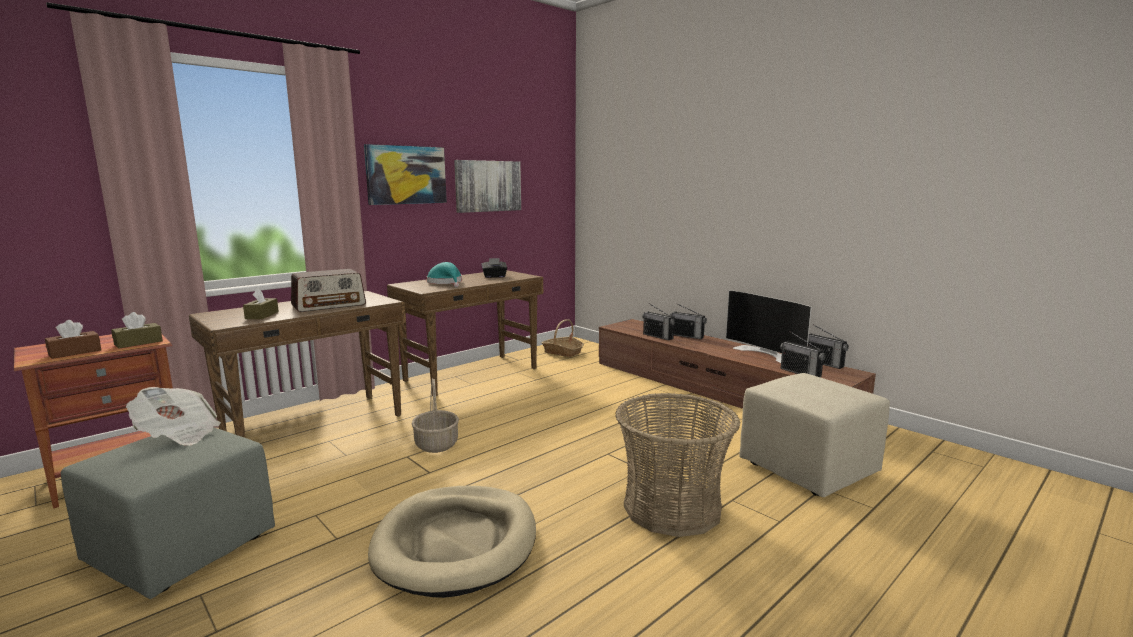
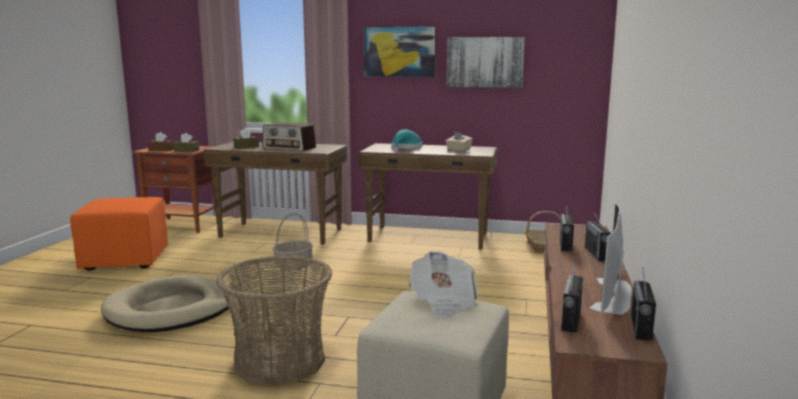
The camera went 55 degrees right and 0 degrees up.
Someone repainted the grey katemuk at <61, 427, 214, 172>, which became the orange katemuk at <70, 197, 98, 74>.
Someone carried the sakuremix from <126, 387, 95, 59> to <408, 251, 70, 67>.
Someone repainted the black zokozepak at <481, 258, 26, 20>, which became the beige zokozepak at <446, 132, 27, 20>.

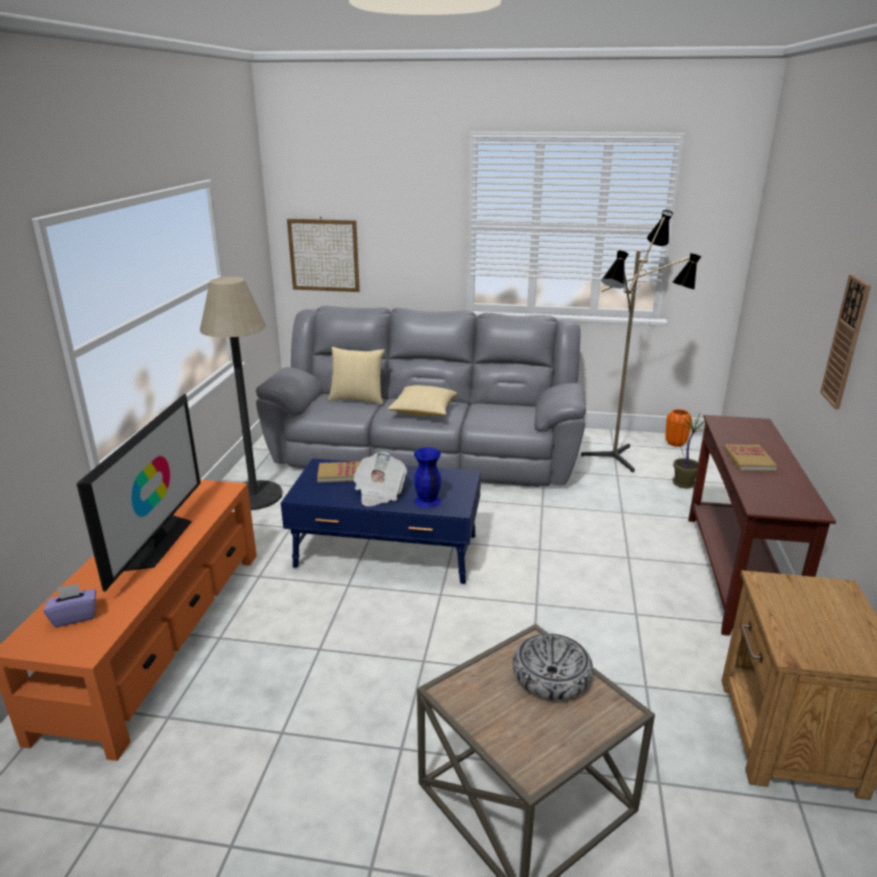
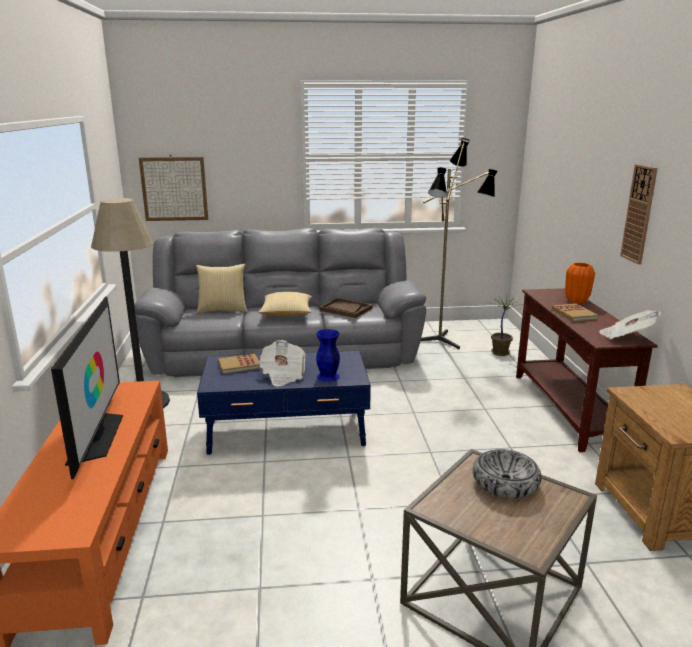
The camera went 15 degrees left and 5 degrees down.
Someone took away the purple zokozepak at <44, 583, 52, 44>.
Someone carried the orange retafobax from <665, 409, 27, 38> to <565, 262, 30, 42>.
Someone put down the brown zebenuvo at <319, 298, 53, 20>.
Someone put down the sakuremix at <599, 310, 63, 29>.

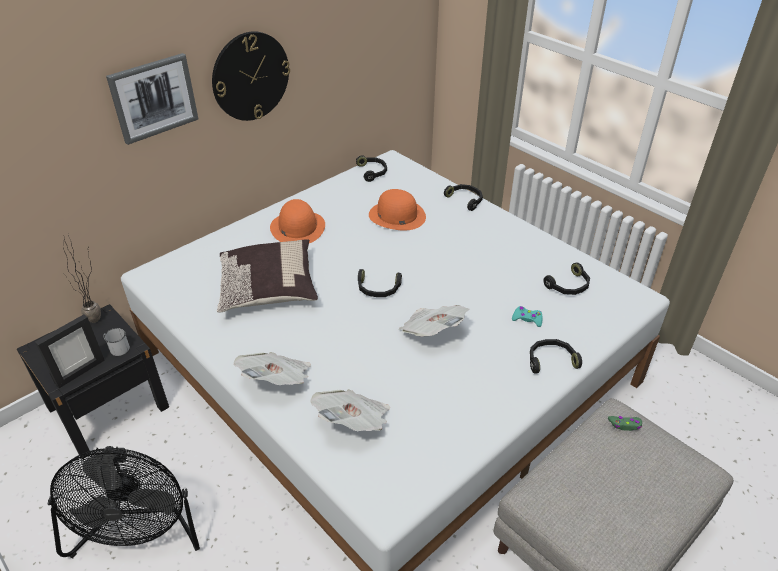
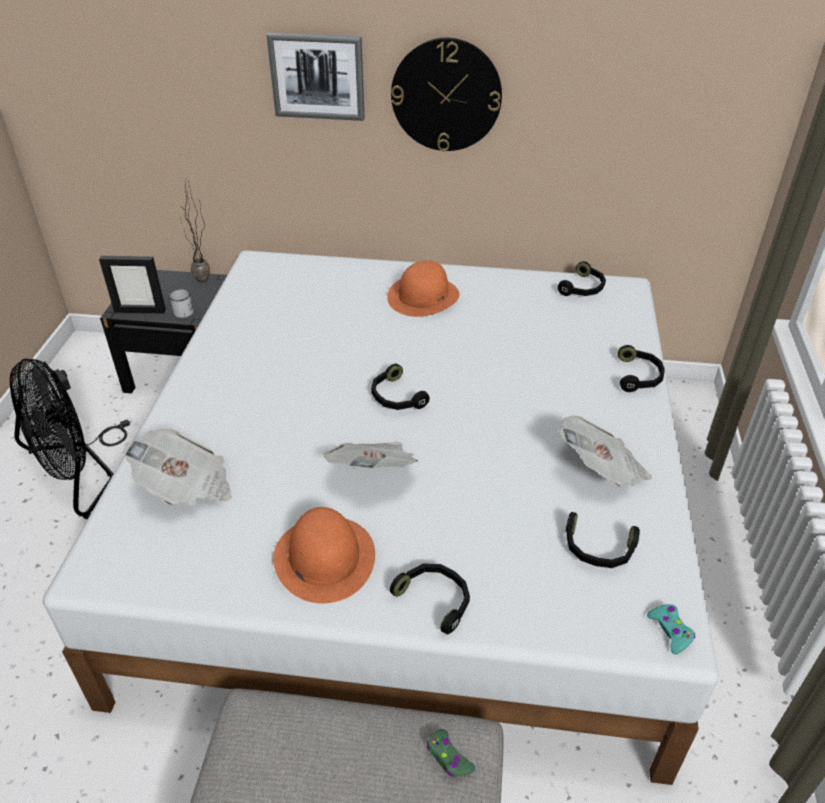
The camera went 50 degrees right and 0 degrees up.
Someone took away the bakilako at <217, 240, 101, 73>.
Someone carried the sakuremix from <234, 352, 77, 33> to <559, 416, 93, 70>.
Someone carried the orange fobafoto from <369, 189, 57, 41> to <273, 507, 102, 96>.
Someone carried the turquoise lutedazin from <512, 306, 31, 21> to <647, 604, 48, 51>.

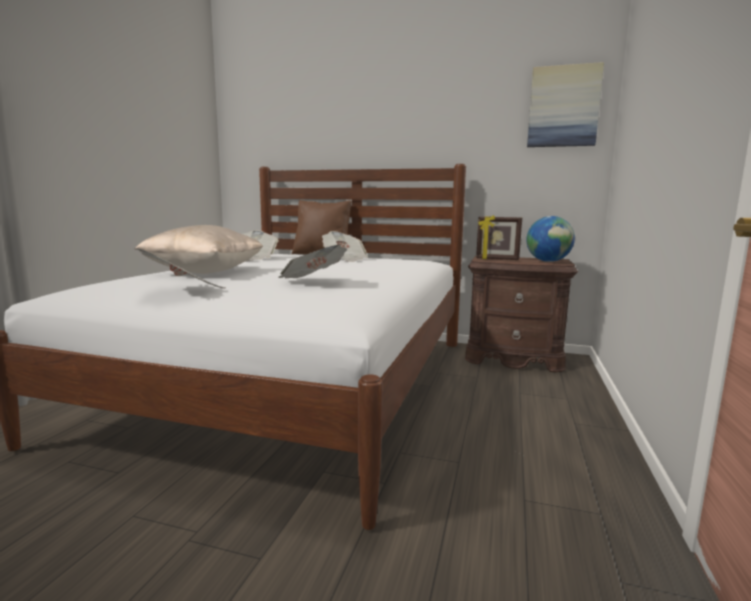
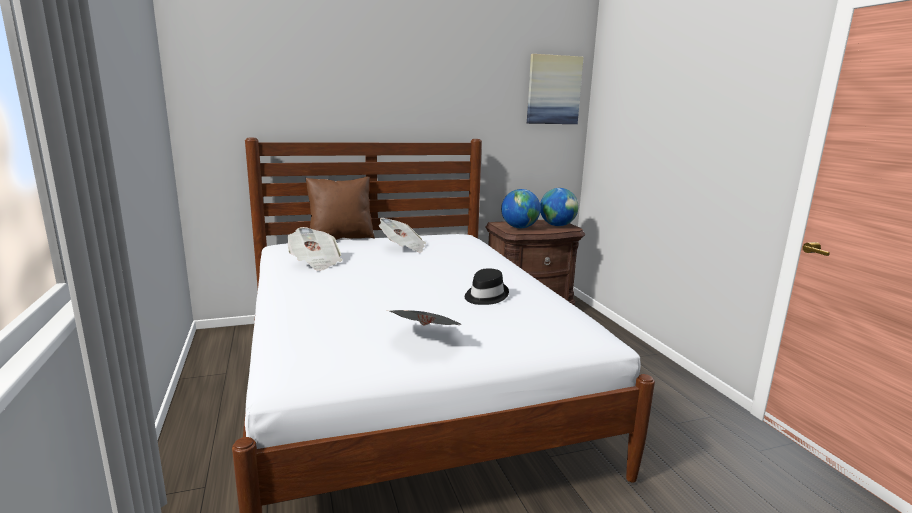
The camera went 35 degrees left and 5 degrees up.
Someone took away the beige bakilako at <135, 225, 128, 49>.
Someone swapped the sakuremix at <278, 245, 69, 33> for the black fobafoto at <465, 268, 44, 37>.
Someone swapped the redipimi at <476, 215, 46, 45> for the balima at <501, 189, 40, 39>.

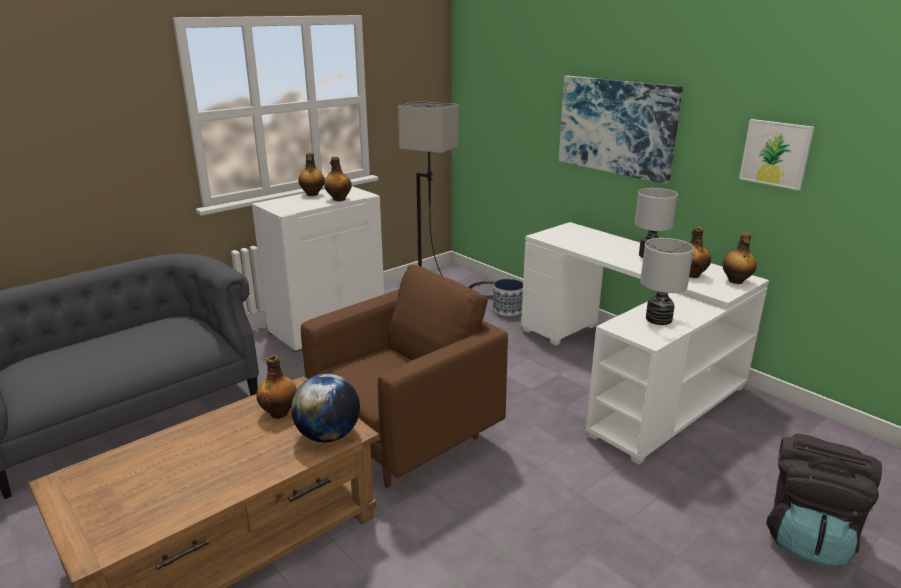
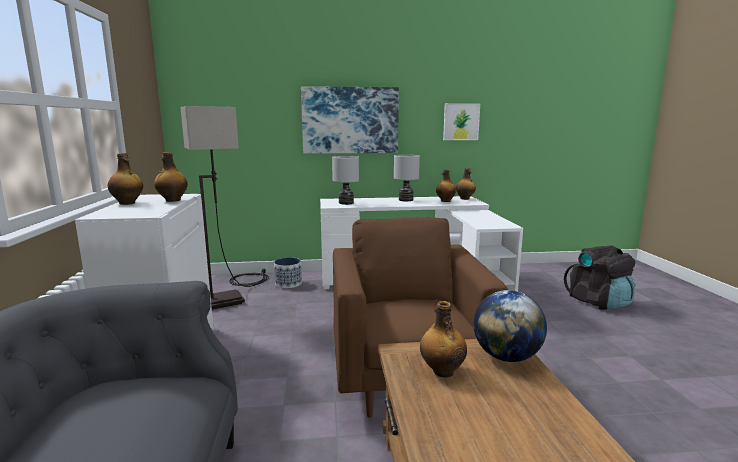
The camera went 55 degrees left and 10 degrees down.
Someone carried the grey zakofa from <640, 238, 54, 87> to <332, 156, 27, 49>.

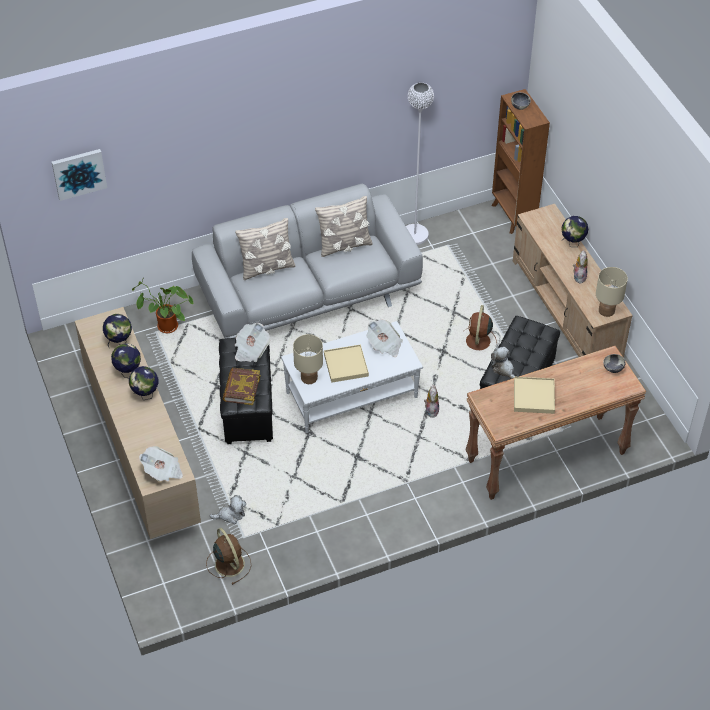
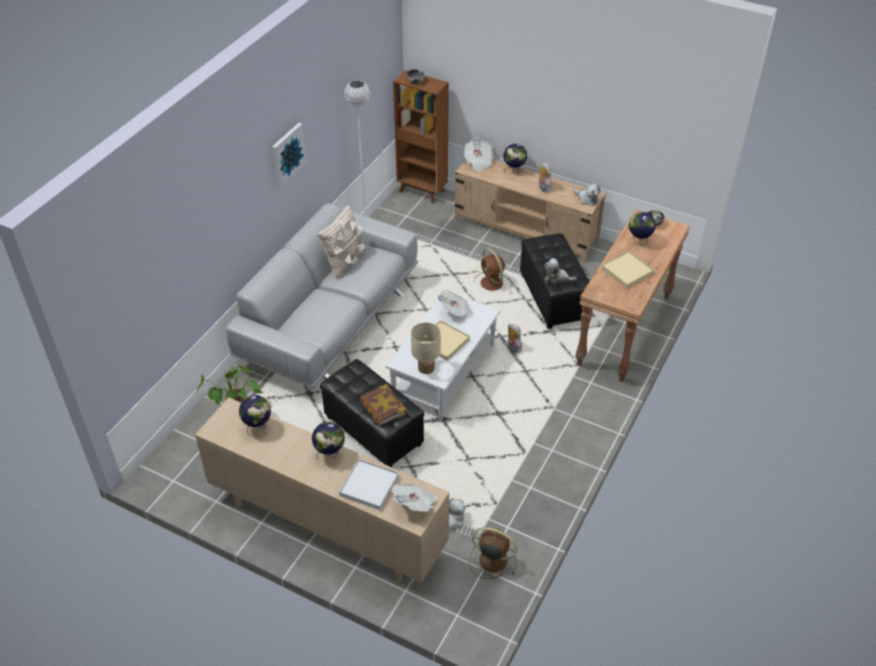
The camera went 40 degrees left and 5 degrees down.
Someone carried the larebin from <52, 149, 55, 52> to <272, 123, 35, 64>.
Someone carried the balima from <111, 344, 30, 34> to <629, 212, 27, 33>.
Someone took away the beige bakilako at <235, 218, 60, 62>.
Someone carried the sakuremix from <235, 323, 35, 39> to <464, 138, 29, 34>.
Someone swapped the beige zakofa at <596, 267, 32, 50> for the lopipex at <574, 184, 27, 22>.
Someone put down the white zebenuvo at <339, 459, 60, 51>.

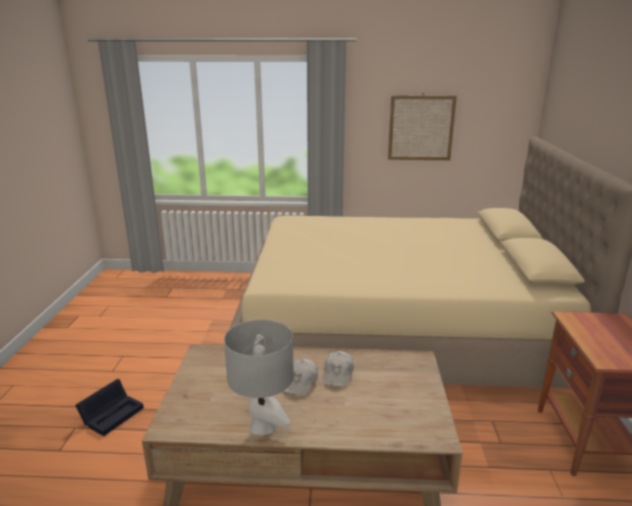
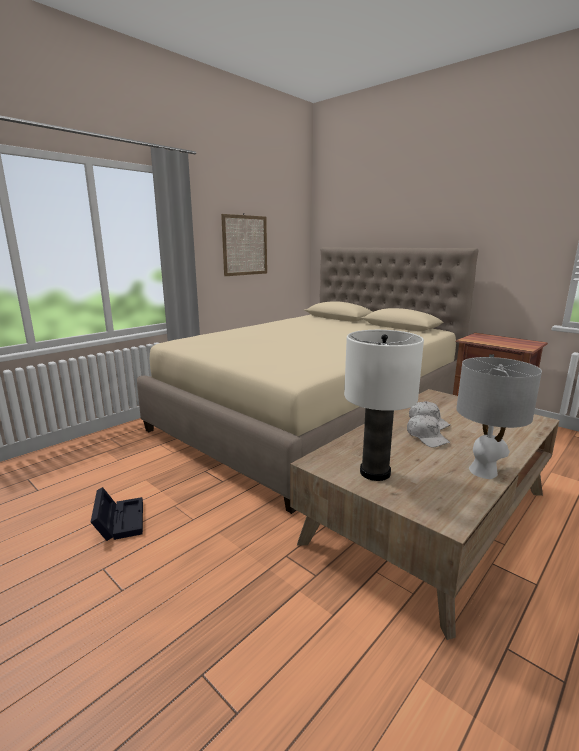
The camera went 50 degrees left and 5 degrees down.
Someone carried the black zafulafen from <75, 379, 69, 57> to <91, 487, 52, 54>.
Someone put down the white zakofa at <344, 330, 80, 151>.

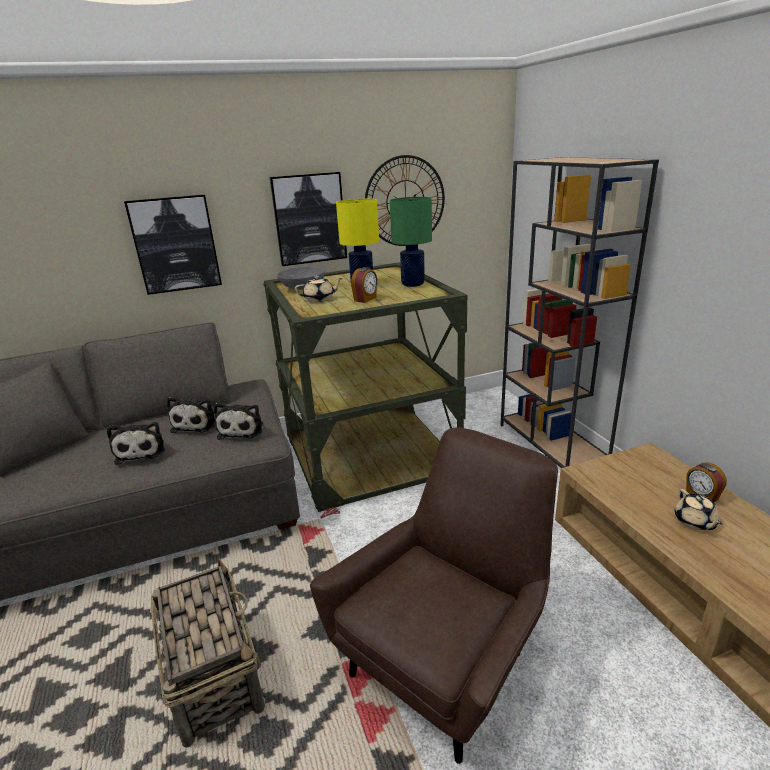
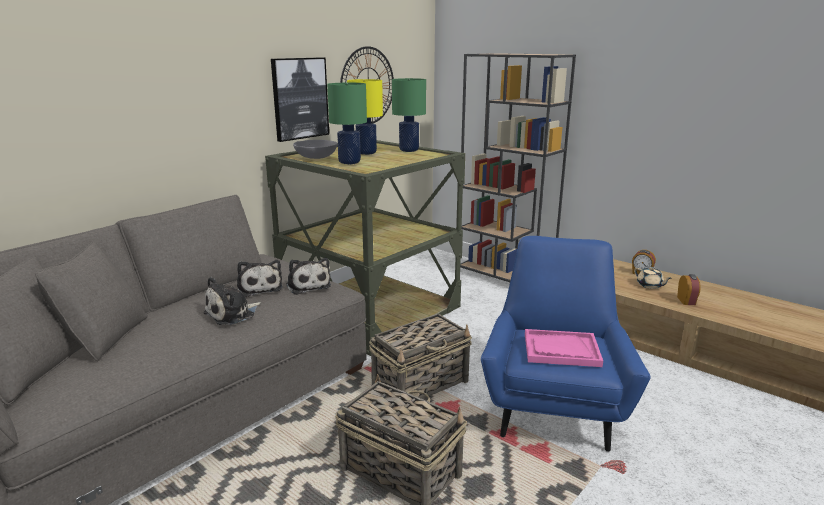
The camera went 30 degrees left and 5 degrees down.
Someone rotated the lopipex at <107, 422, 58, 43> by 90 degrees clockwise.
Someone took away the larebin at <124, 194, 98, 101>.
Someone swapped the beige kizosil at <295, 276, 48, 26> for the green zakofa at <327, 83, 40, 82>.
Someone repainted the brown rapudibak at <310, 428, 248, 336>, which became the blue rapudibak at <481, 236, 169, 216>.
Someone carried the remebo from <351, 267, 26, 36> to <677, 274, 24, 31>.
Someone put down the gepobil at <369, 313, 103, 86>.
Someone put down the pink zebenuvo at <525, 329, 78, 38>.

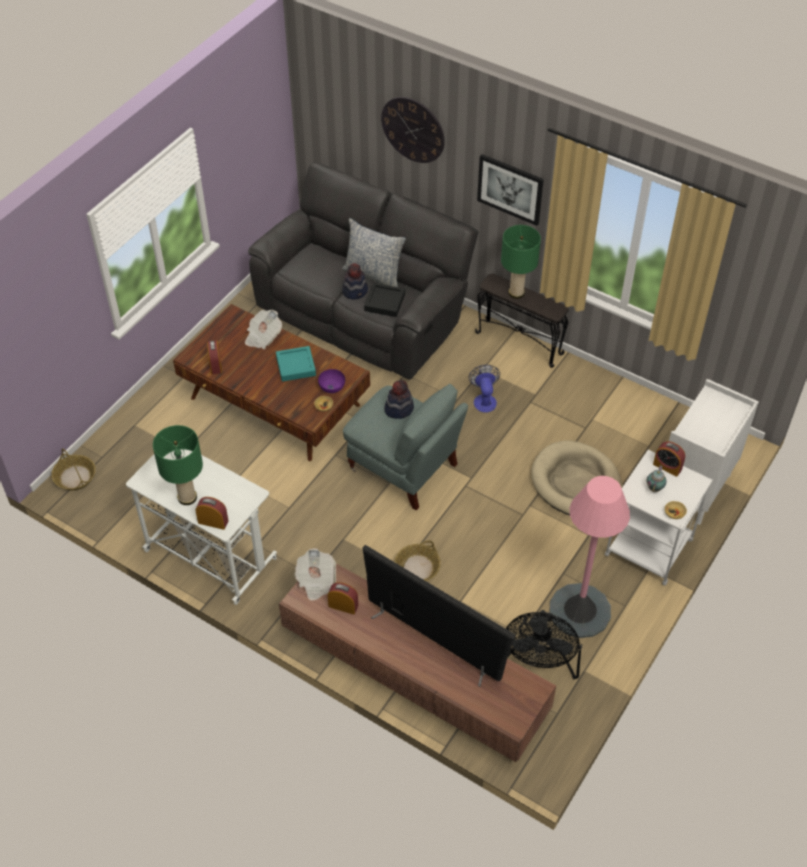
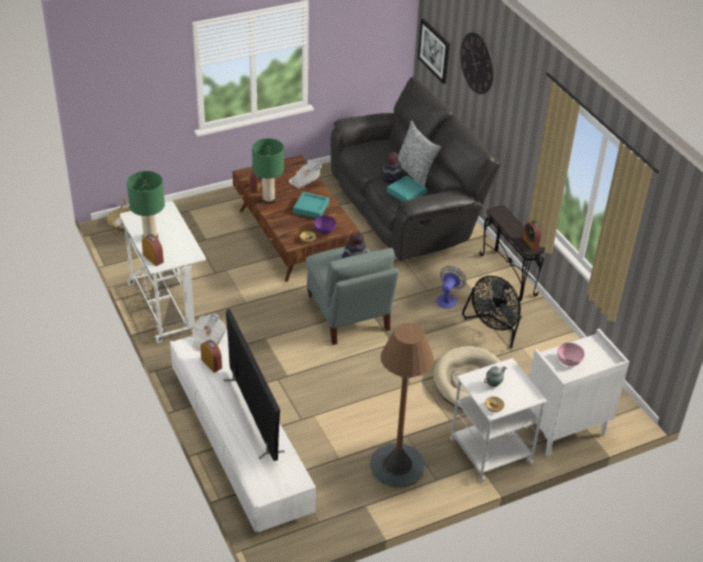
The camera went 30 degrees right and 10 degrees down.
Someone repainted the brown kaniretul at <279, 564, 277, 198>, which became the white kaniretul at <170, 329, 146, 203>.
Someone repainted the black zebenuvo at <364, 283, 41, 34>, which became the turquoise zebenuvo at <387, 176, 40, 26>.
Someone took away the gepobil at <395, 541, 46, 40>.
Someone carried the larebin from <477, 154, 67, 72> to <418, 19, 32, 65>.
Someone carried the green zakofa from <501, 225, 40, 74> to <252, 138, 32, 66>.
Someone carried the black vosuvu from <506, 610, 76, 69> to <462, 276, 60, 72>.
Someone repainted the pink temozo at <550, 476, 80, 162>, which became the brown temozo at <370, 323, 64, 164>.
Someone carried the remebo from <653, 441, 32, 36> to <523, 221, 19, 30>.
Someone put down the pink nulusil at <557, 343, 28, 23>.

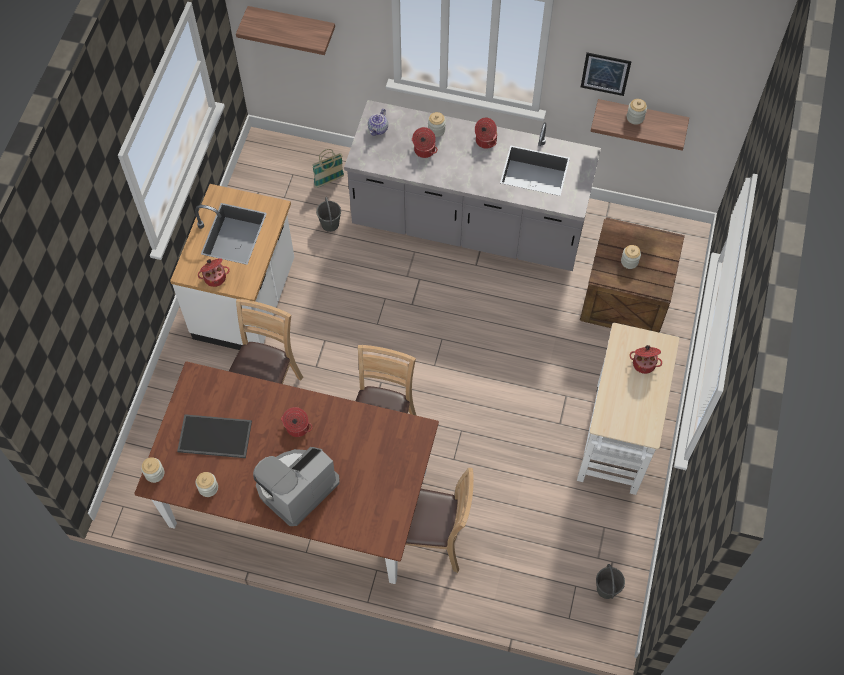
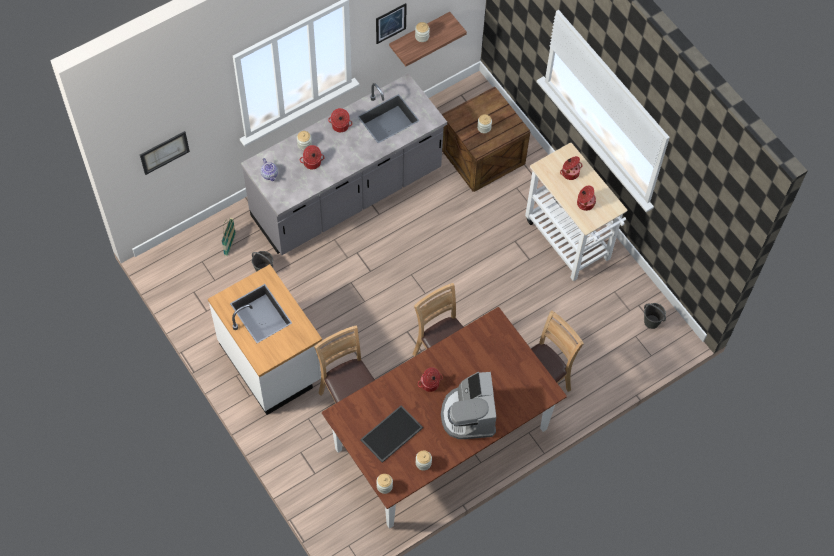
The camera went 50 degrees left and 0 degrees up.
Someone carried the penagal from <198, 258, 32, 29> to <577, 186, 19, 25>.
Someone swapped the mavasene at <236, 6, 99, 49> for the larebin at <140, 131, 50, 44>.

